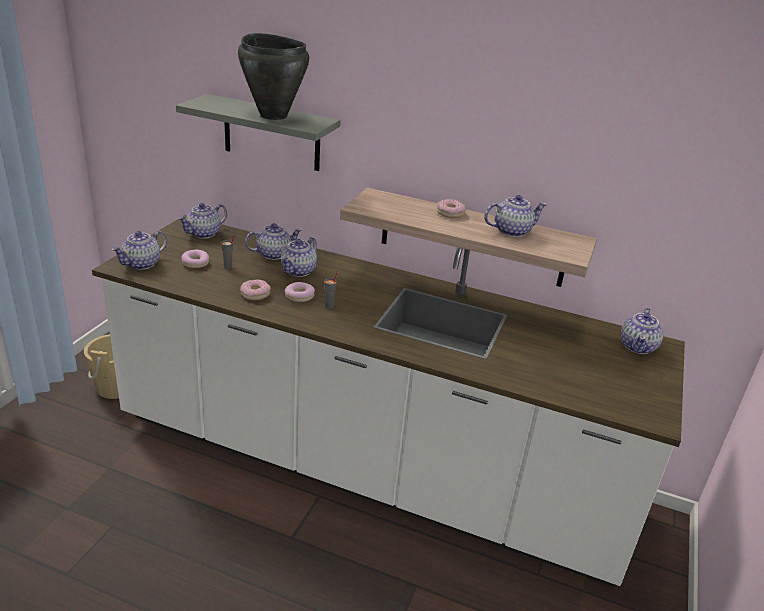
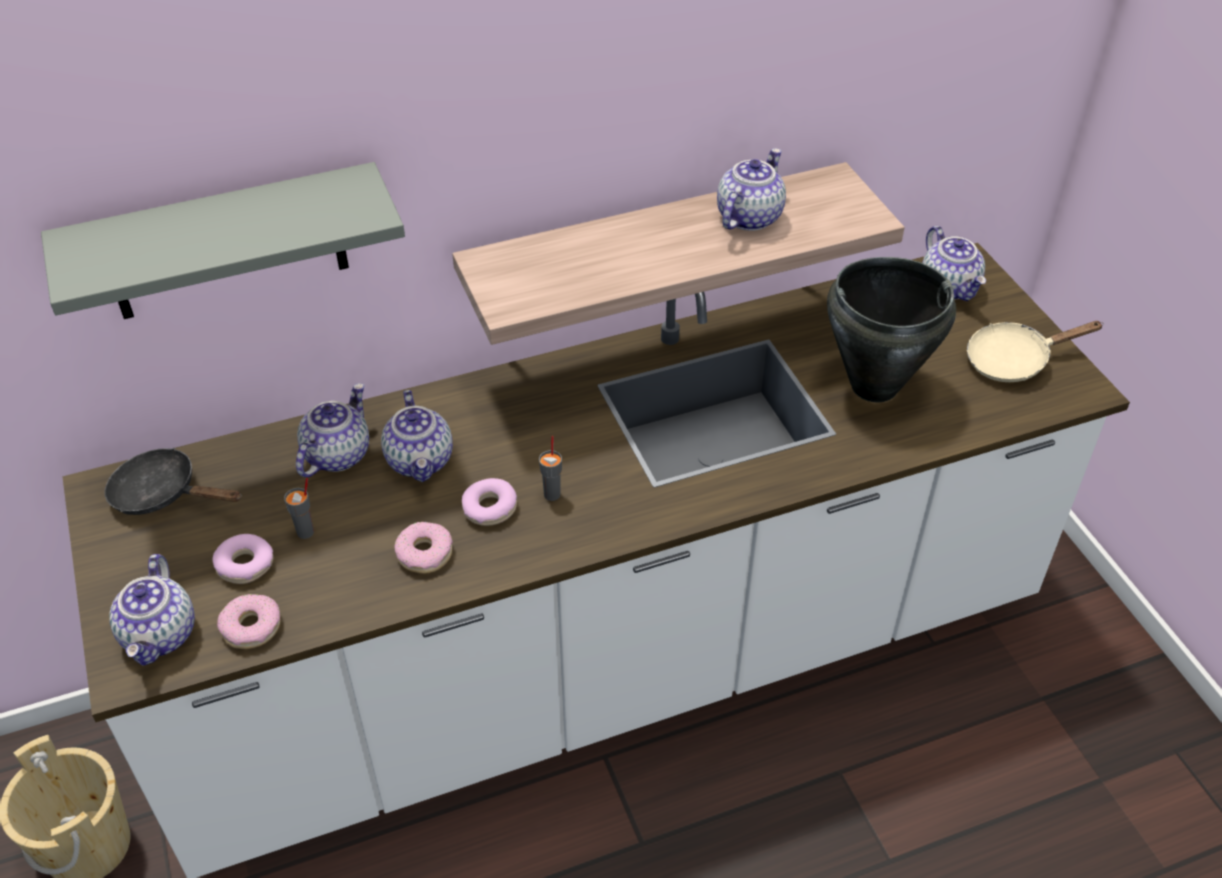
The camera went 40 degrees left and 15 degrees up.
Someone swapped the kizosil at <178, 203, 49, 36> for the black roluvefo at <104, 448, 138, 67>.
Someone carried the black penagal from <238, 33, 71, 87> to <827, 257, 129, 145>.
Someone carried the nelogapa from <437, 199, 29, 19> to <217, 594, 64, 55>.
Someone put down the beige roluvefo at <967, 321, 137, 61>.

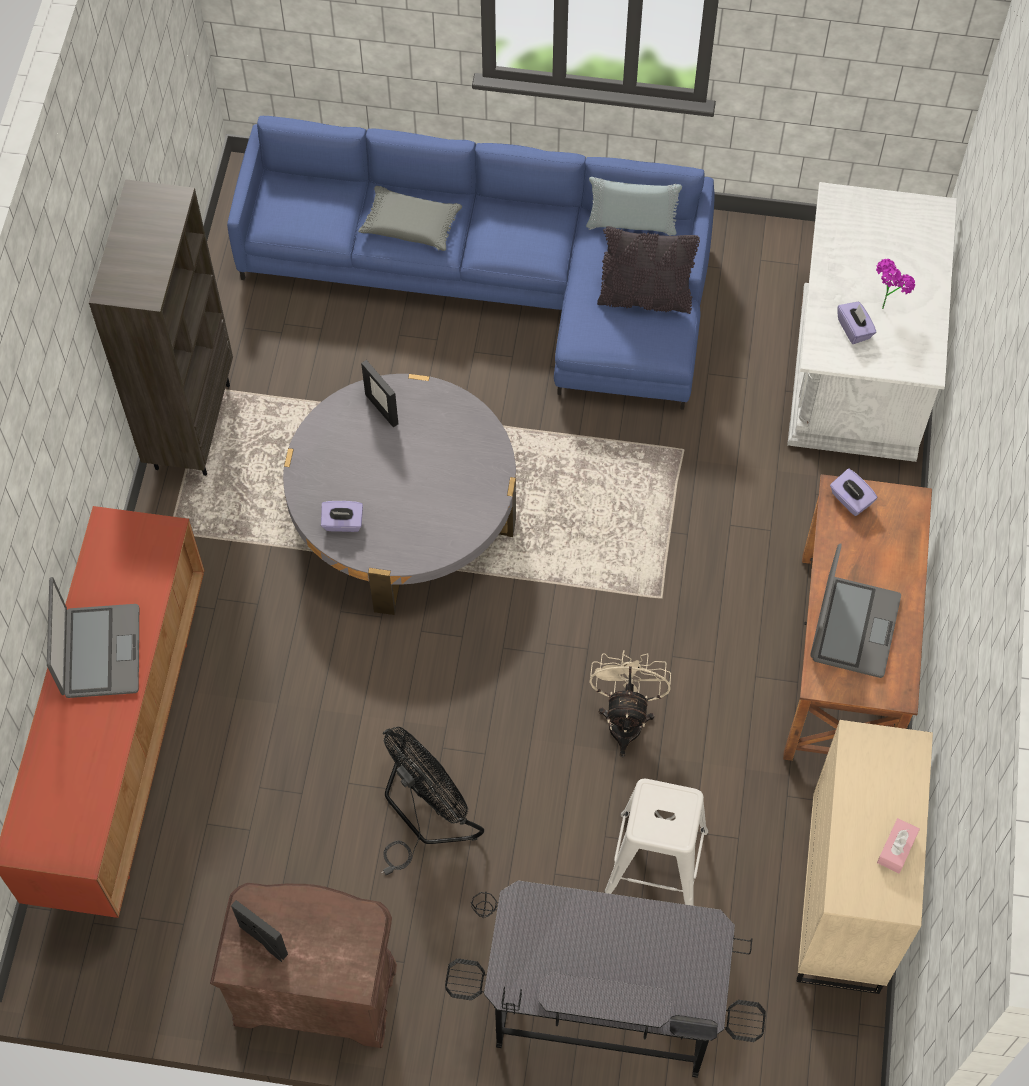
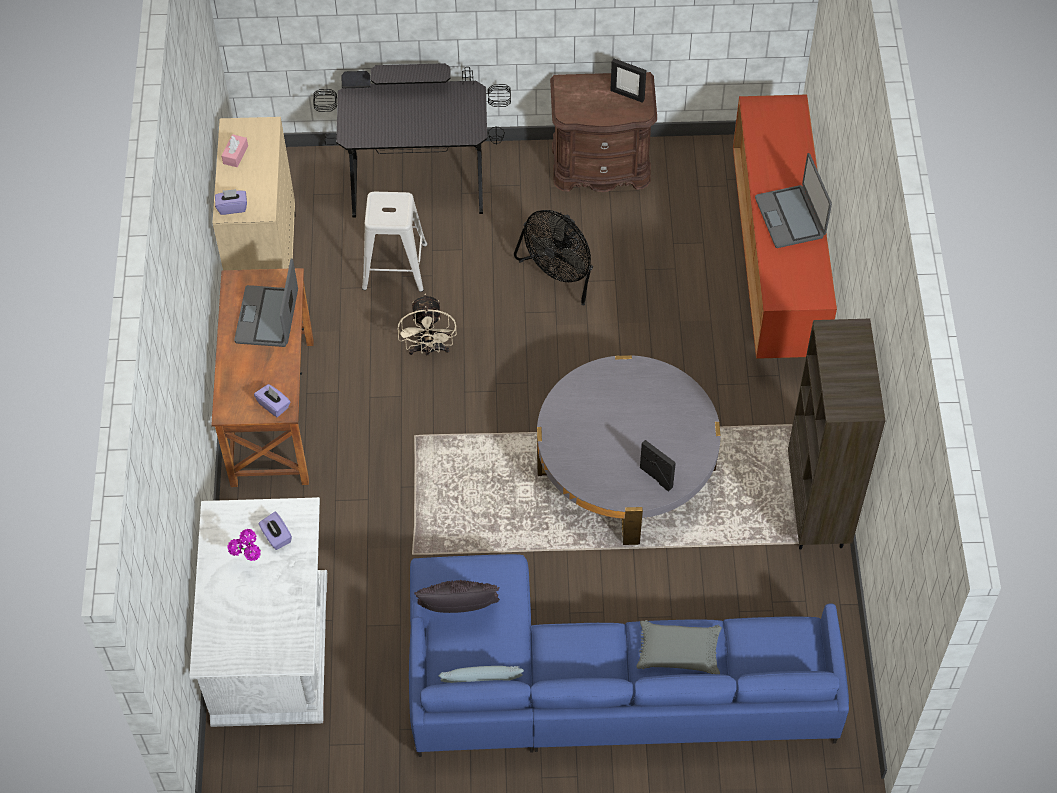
The camera went 170 degrees right and 5 degrees down.
Someone carried the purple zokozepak from <321, 501, 42, 31> to <215, 189, 32, 26>.

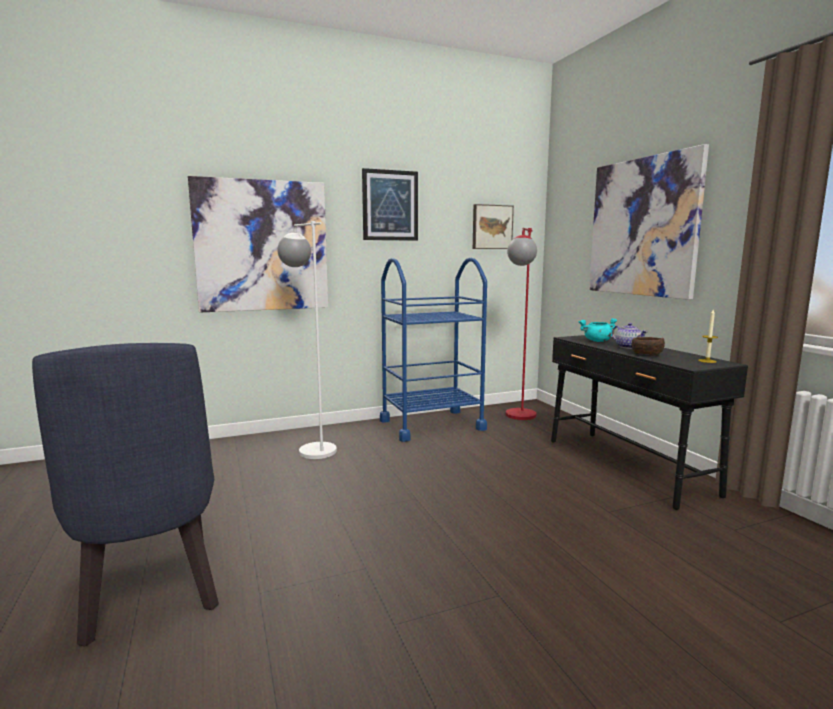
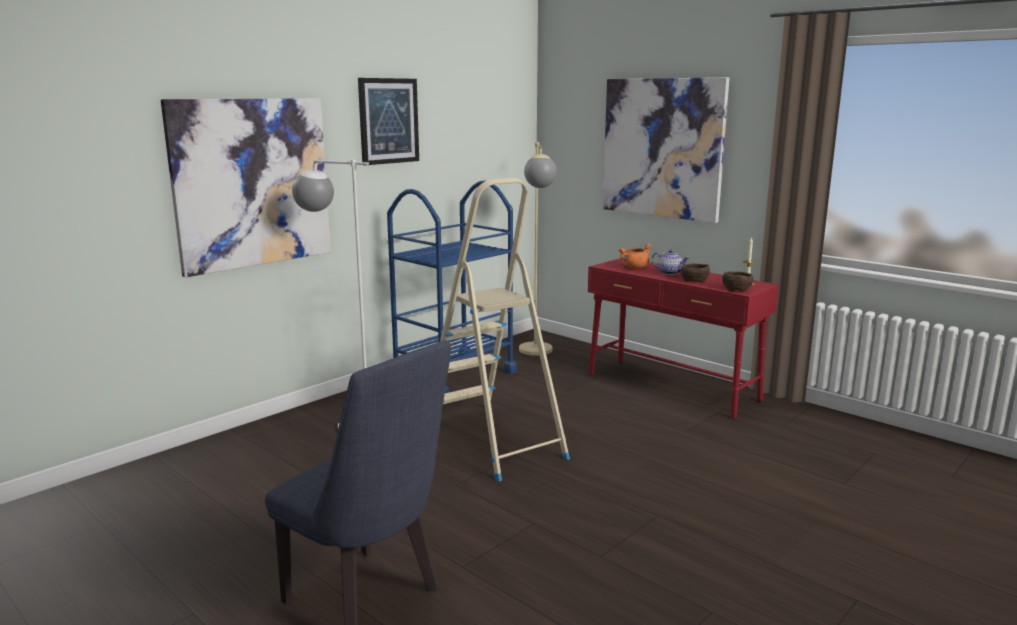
The camera went 25 degrees left and 5 degrees up.
Someone took away the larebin at <473, 204, 41, 45>.
Someone repainted the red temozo at <506, 228, 31, 192>, which became the beige temozo at <519, 142, 38, 214>.
Someone repainted the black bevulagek at <551, 335, 197, 175>, which became the red bevulagek at <588, 258, 191, 161>.
Someone repainted the turquoise penagal at <579, 318, 38, 24>, which became the orange penagal at <618, 244, 33, 25>.
Someone put down the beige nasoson at <440, 178, 130, 304>.
Someone put down the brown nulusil at <722, 271, 31, 21>.

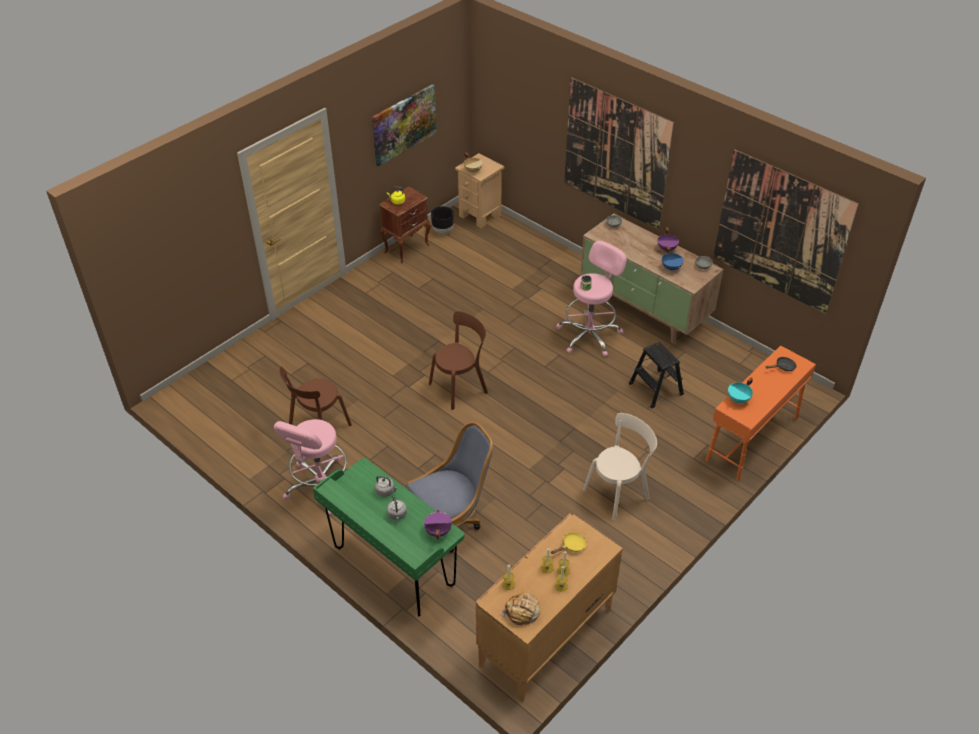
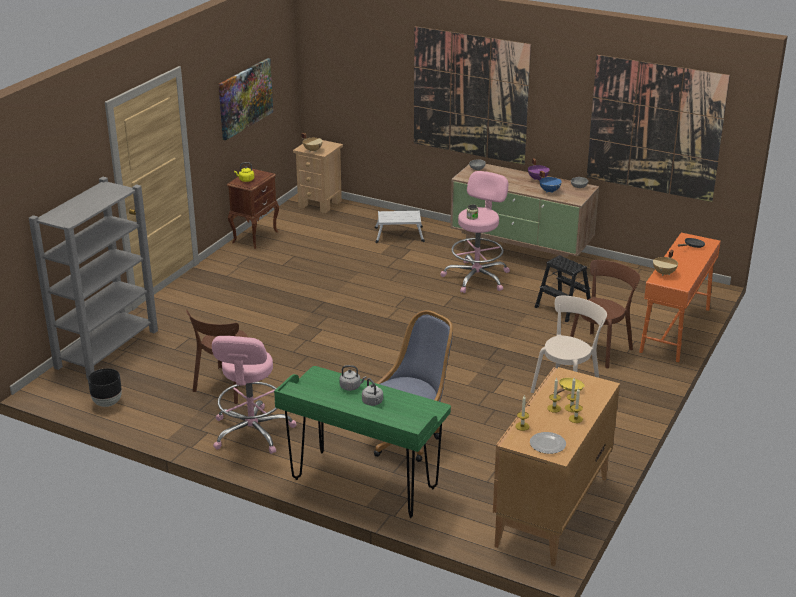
The camera went 15 degrees left and 15 degrees down.
Someone took away the purple penagal at <424, 509, 28, 31>.
Someone carried the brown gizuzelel from <429, 311, 59, 99> to <570, 260, 70, 108>.
Someone carried the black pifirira from <431, 206, 23, 28> to <88, 368, 34, 39>.
Someone swapped the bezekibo at <500, 592, 40, 35> for the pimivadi at <530, 432, 36, 22>.
Someone repainted the turquoise penagal at <728, 378, 25, 25>, which became the beige penagal at <653, 250, 25, 26>.
Someone put down the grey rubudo at <29, 177, 129, 202>.
Someone put down the white nasoson at <375, 210, 50, 33>.

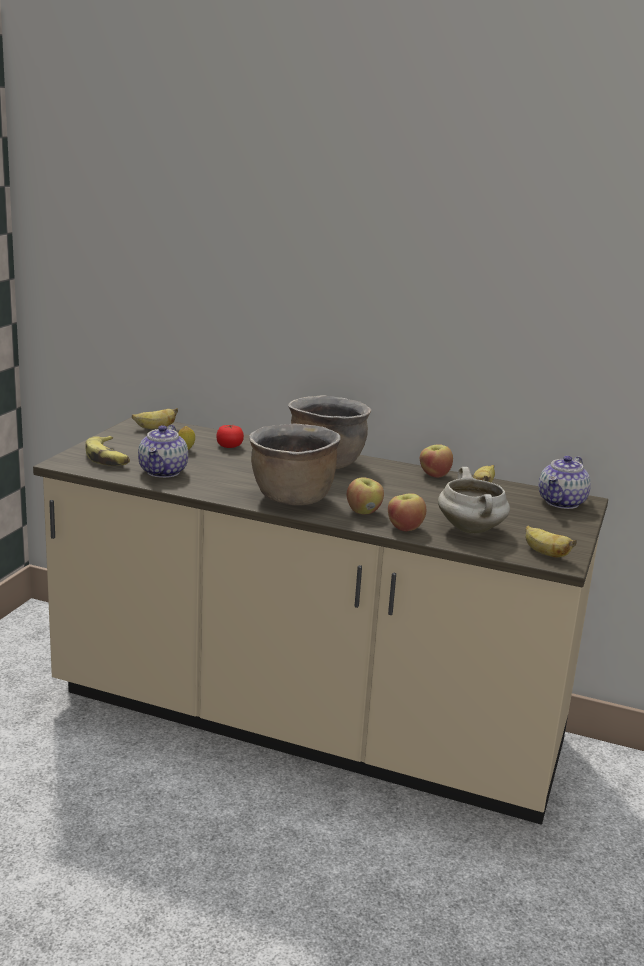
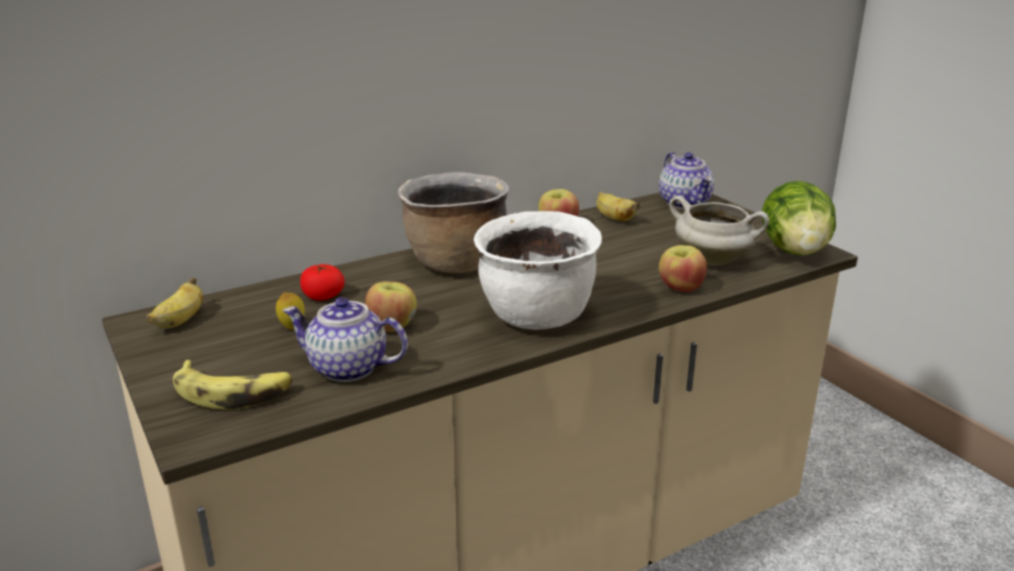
The camera went 50 degrees left and 5 degrees up.
Someone rotated the kizosil at <138, 425, 50, 53> by 150 degrees clockwise.
Someone repainted the brown penagal at <249, 423, 92, 83>, which became the white penagal at <474, 211, 128, 119>.
Someone carried the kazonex from <347, 477, 37, 38> to <365, 281, 52, 51>.
Someone swapped the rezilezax at <526, 526, 51, 31> for the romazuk at <762, 181, 74, 74>.

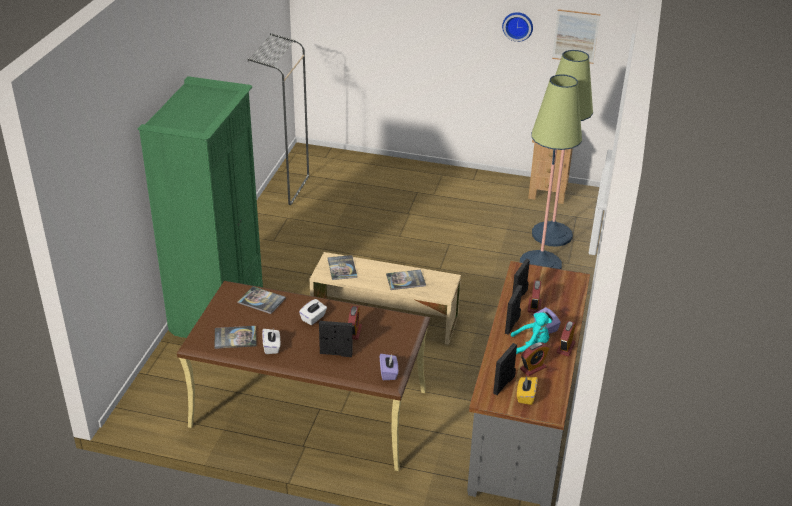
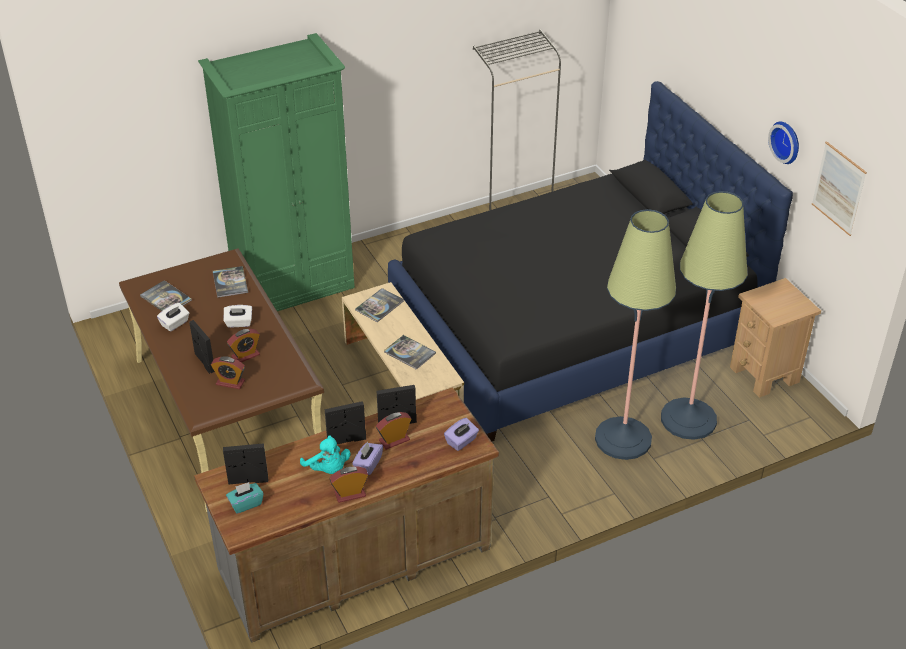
The camera went 50 degrees right and 5 degrees up.
Someone carried the purple zokozepak from <380, 354, 18, 26> to <444, 418, 35, 33>.
Someone repainted the yellow zokozepak at <517, 376, 21, 29>, which became the turquoise zokozepak at <226, 482, 38, 32>.
Someone carried the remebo from <520, 342, 30, 34> to <211, 356, 34, 33>.
Someone put down the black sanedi at <388, 81, 405, 360>.

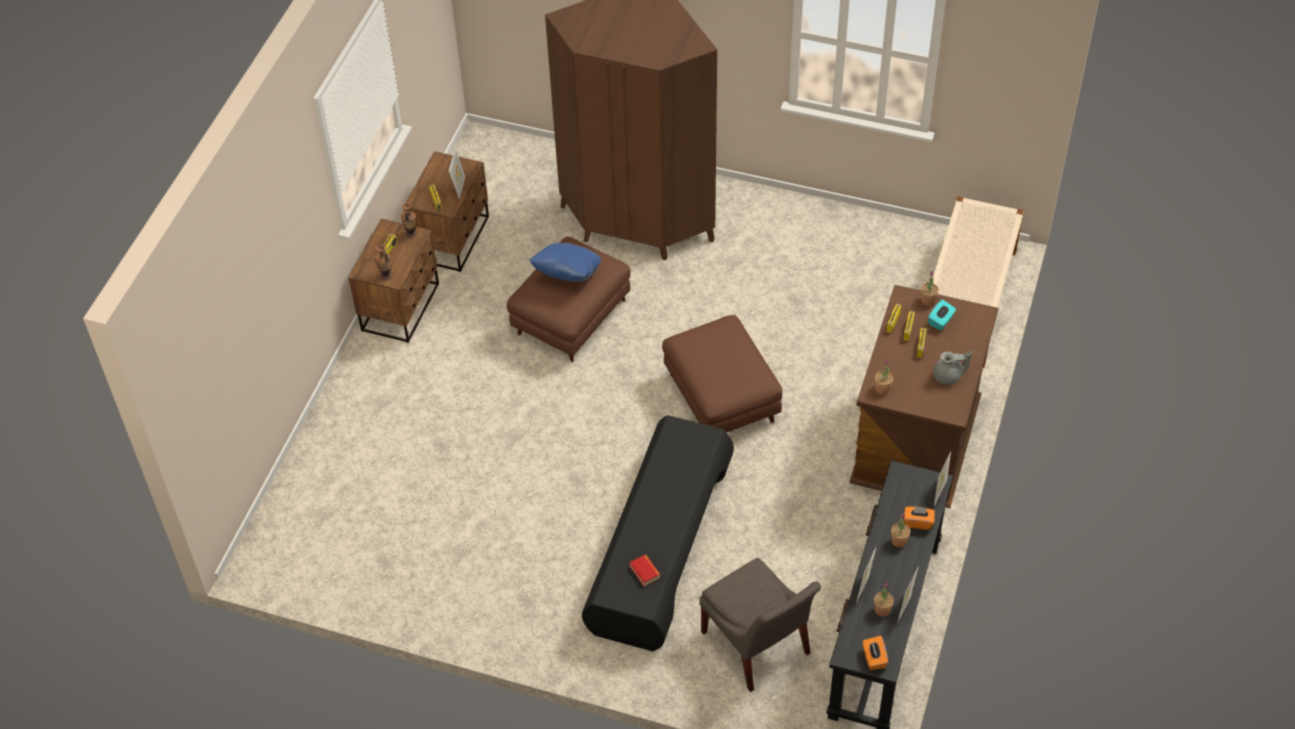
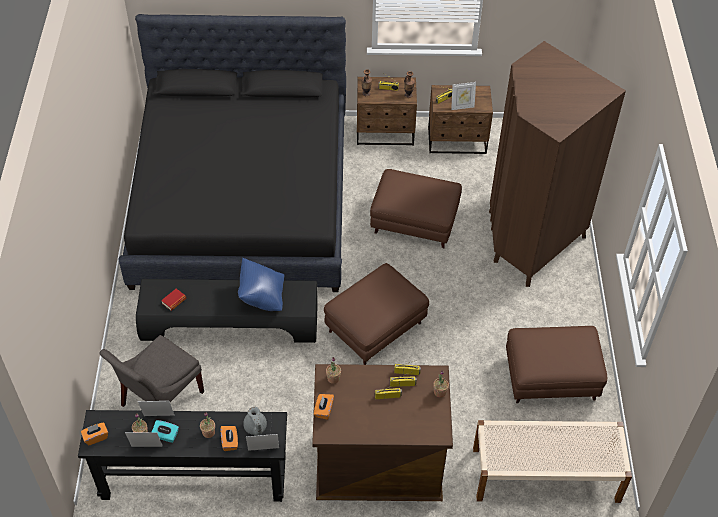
The camera went 70 degrees right and 0 degrees up.
Someone carried the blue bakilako from <530, 243, 71, 39> to <238, 258, 46, 53>.
Someone carried the turquoise zokozepak from <928, 299, 28, 31> to <152, 420, 27, 23>.
Someone carried the grey kizosil from <933, 351, 39, 34> to <243, 407, 24, 28>.
Someone put down the black sanedi at <119, 14, 227, 278>.
Someone put down the orange zokozepak at <314, 394, 20, 26>.
Someone put down the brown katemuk at <506, 326, 101, 77>.

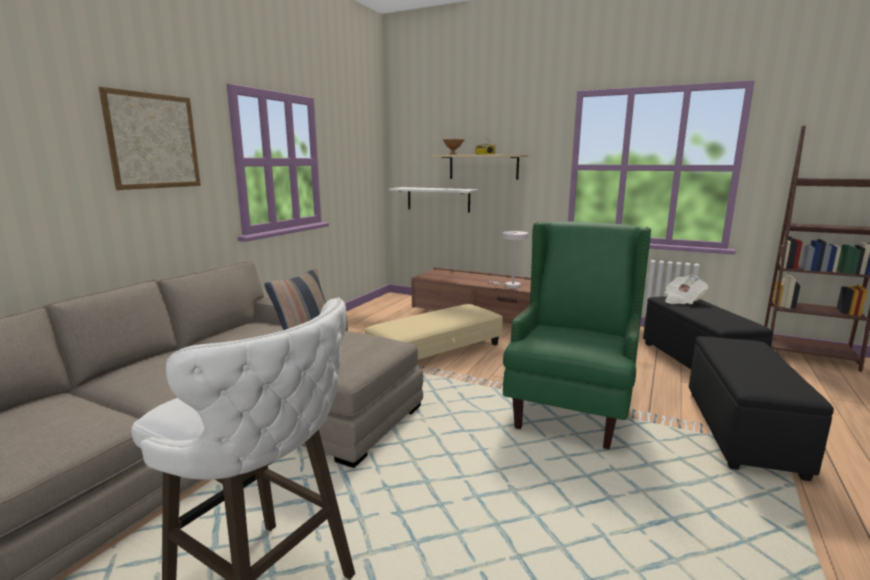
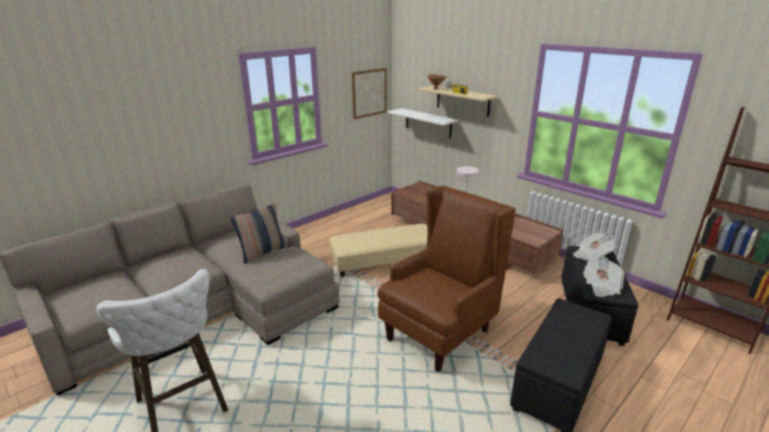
The camera went 20 degrees right and 10 degrees up.
Someone carried the larebin from <99, 87, 102, 103> to <352, 68, 35, 51>.
Someone repainted the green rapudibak at <503, 221, 148, 228>, which became the brown rapudibak at <377, 186, 139, 186>.
Someone put down the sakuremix at <583, 257, 42, 40>.

